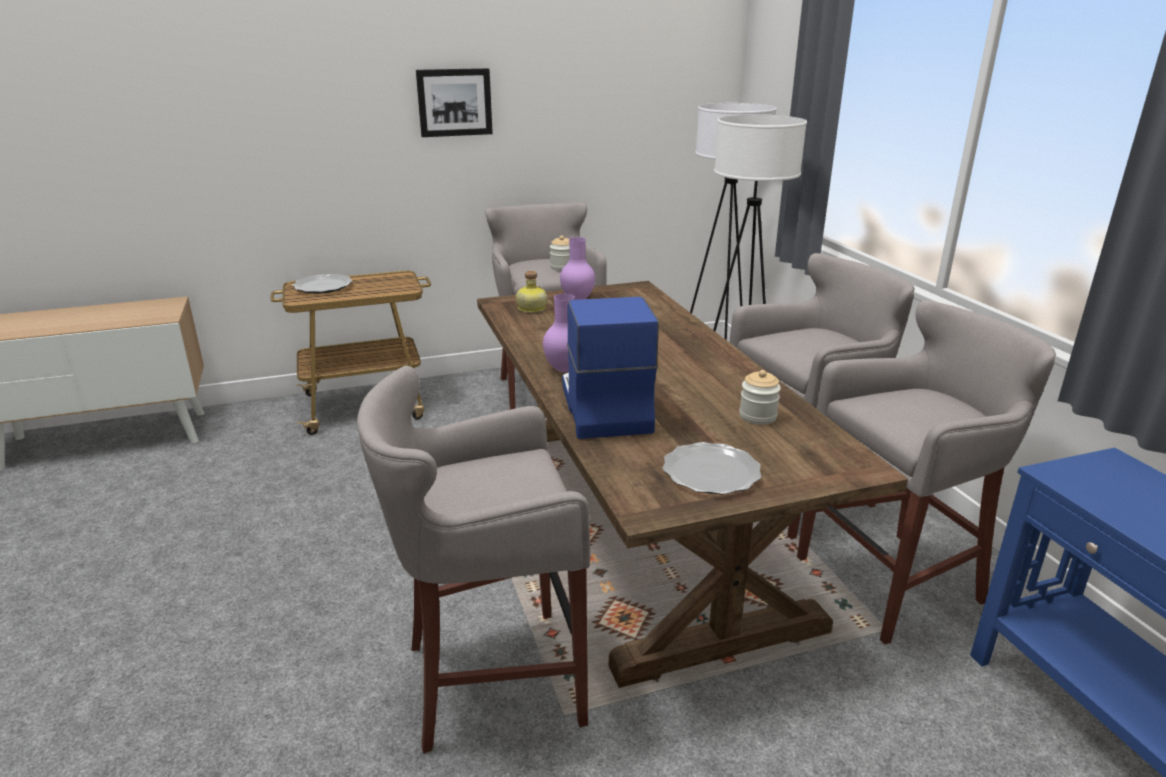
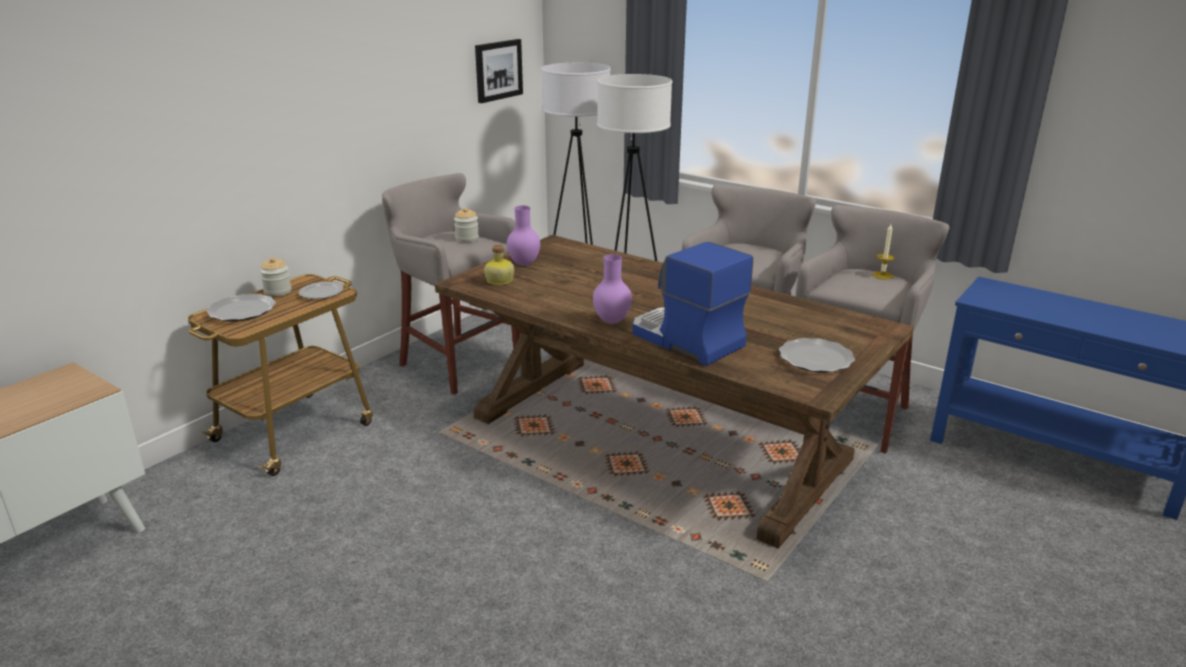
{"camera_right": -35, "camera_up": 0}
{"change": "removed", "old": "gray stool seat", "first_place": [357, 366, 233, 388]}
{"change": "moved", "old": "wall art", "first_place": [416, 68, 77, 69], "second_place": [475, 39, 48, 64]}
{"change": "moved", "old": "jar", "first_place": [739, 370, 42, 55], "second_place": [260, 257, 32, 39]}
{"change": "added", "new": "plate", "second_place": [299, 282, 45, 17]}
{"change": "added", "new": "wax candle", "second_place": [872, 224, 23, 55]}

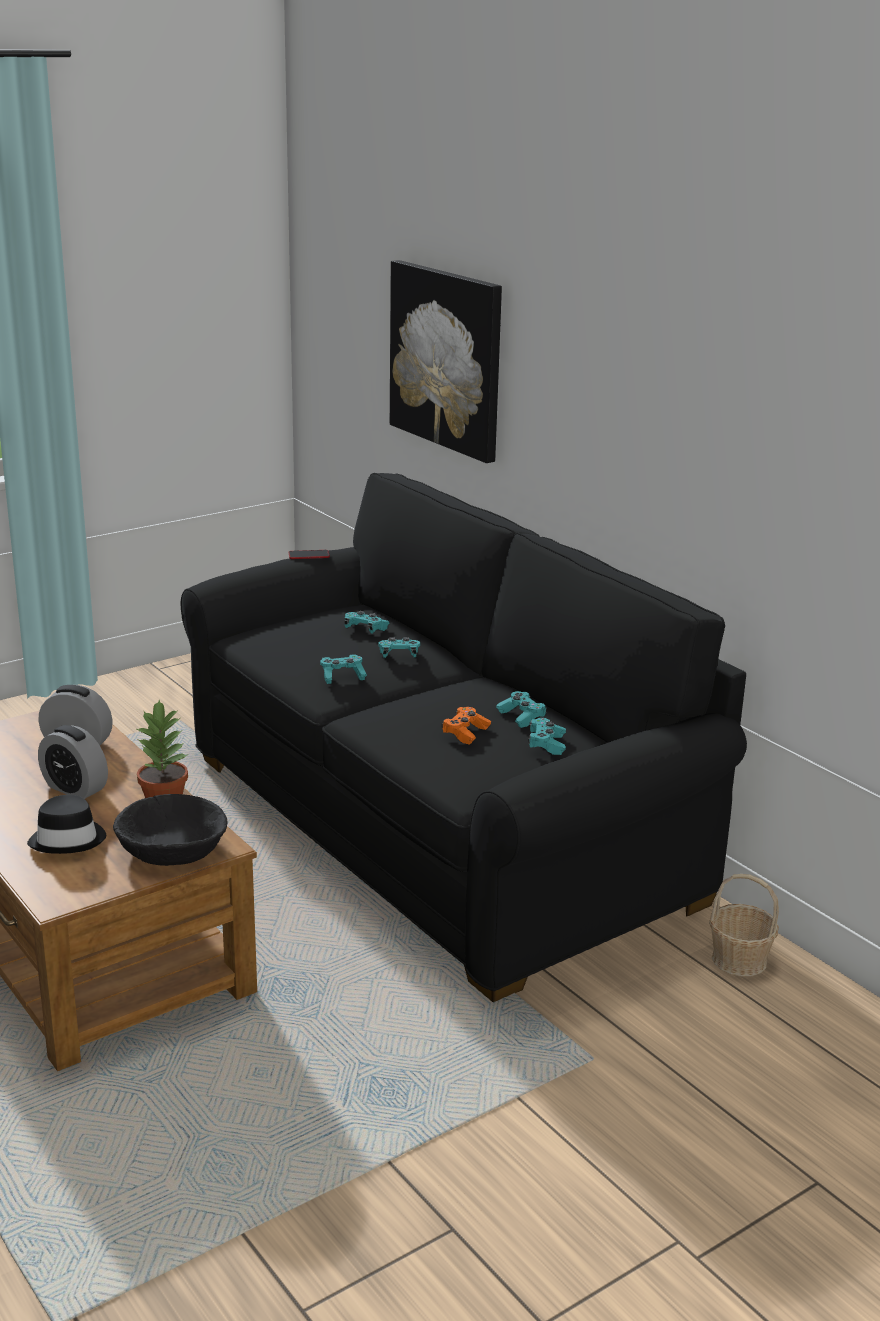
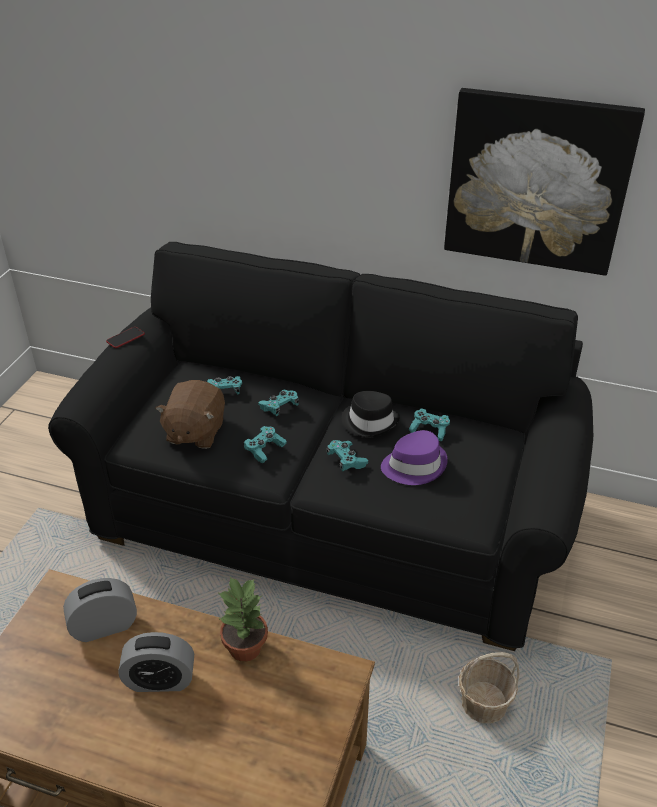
{"camera_right": -35, "camera_up": 15}
{"change": "moved", "old": "black wearable hat", "first_place": [27, 795, 79, 59], "second_place": [342, 391, 58, 46]}
{"change": "removed", "old": "black deep dish", "first_place": [113, 794, 114, 72]}
{"change": "moved", "old": "wall art", "first_place": [390, 260, 112, 203], "second_place": [444, 88, 201, 188]}
{"change": "replaced", "old": "orangey game controller", "new": "purplish wearable hat", "first_place": [442, 707, 49, 38], "second_place": [381, 430, 67, 55]}
{"change": "moved", "old": "blue-green game controller", "first_place": [528, 718, 38, 37], "second_place": [326, 440, 42, 31]}
{"change": "moved", "old": "basket", "first_place": [709, 874, 70, 102], "second_place": [459, 652, 61, 72]}
{"change": "added", "new": "brownish plush toy", "second_place": [155, 380, 70, 69]}

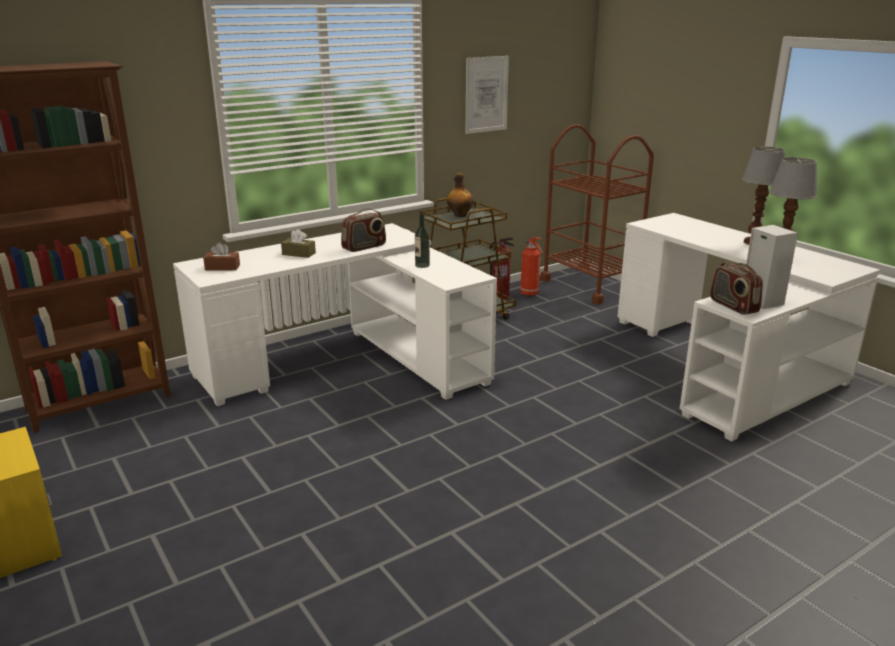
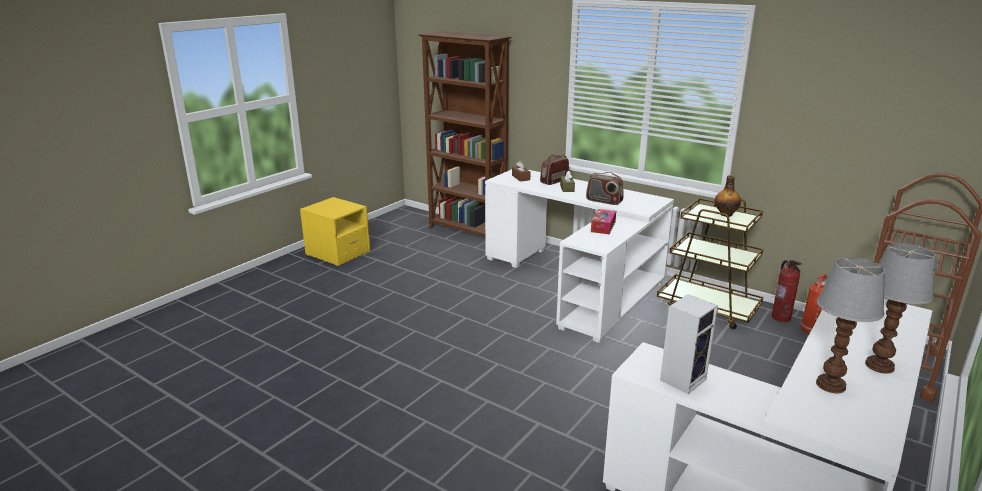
{"camera_right": 70, "camera_up": 0}
{"change": "replaced", "old": "drink bottle", "new": "box of tissues", "first_place": [415, 213, 15, 55], "second_place": [591, 209, 25, 25]}
{"change": "removed", "old": "wall art", "first_place": [465, 56, 44, 78]}
{"change": "moved", "old": "radio set", "first_place": [710, 262, 53, 53], "second_place": [540, 154, 29, 31]}

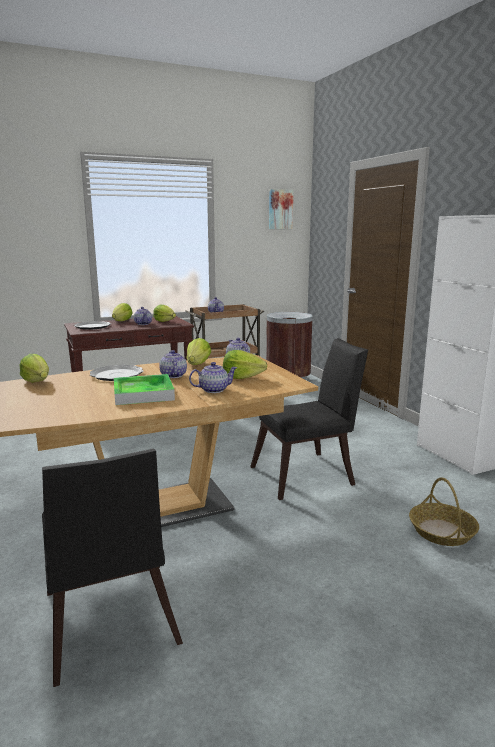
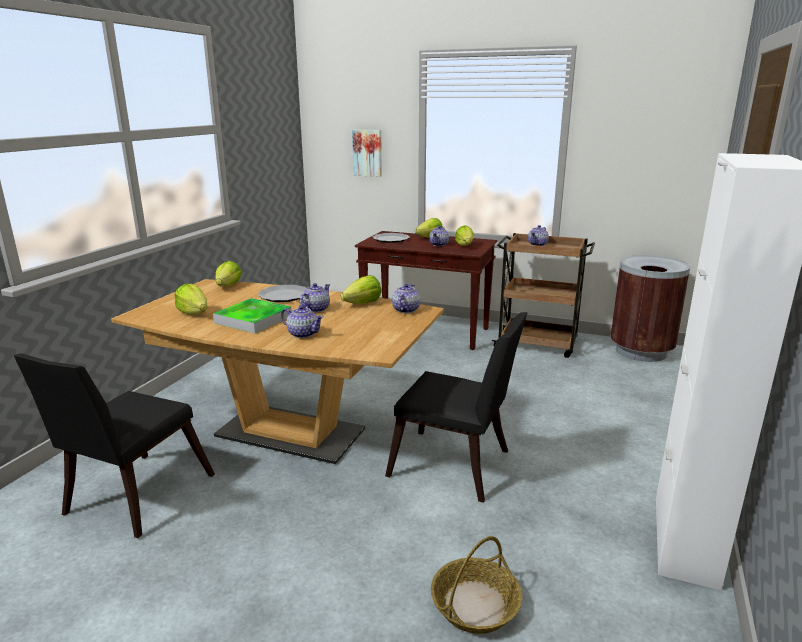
{"camera_right": 45, "camera_up": 5}
{"change": "moved", "old": "head of lettuce", "first_place": [223, 350, 44, 29], "second_place": [175, 284, 32, 31]}
{"change": "moved", "old": "wall art", "first_place": [269, 189, 24, 40], "second_place": [352, 130, 30, 47]}

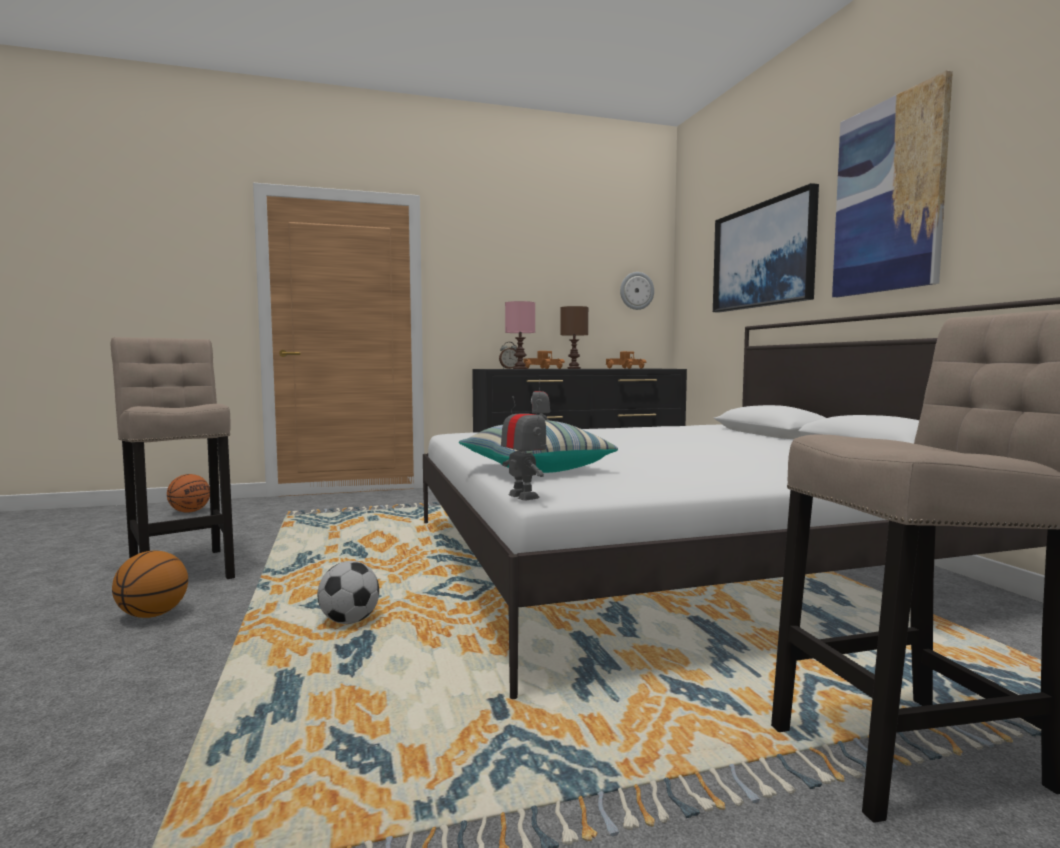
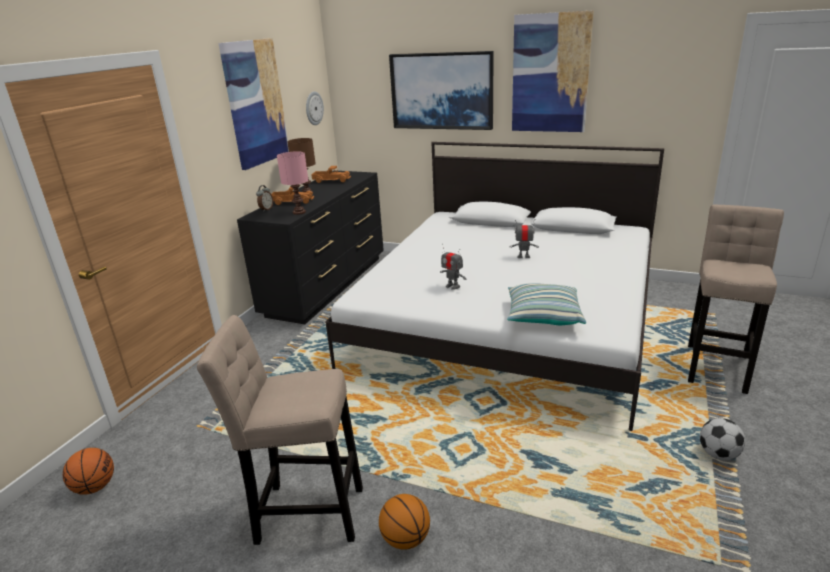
{"camera_right": -50, "camera_up": 20}
{"change": "moved", "old": "football ball", "first_place": [317, 561, 62, 63], "second_place": [700, 418, 45, 42]}
{"change": "moved", "old": "toy robot", "first_place": [501, 396, 45, 105], "second_place": [510, 219, 29, 39]}
{"change": "added", "new": "wall art", "second_place": [218, 38, 71, 132]}

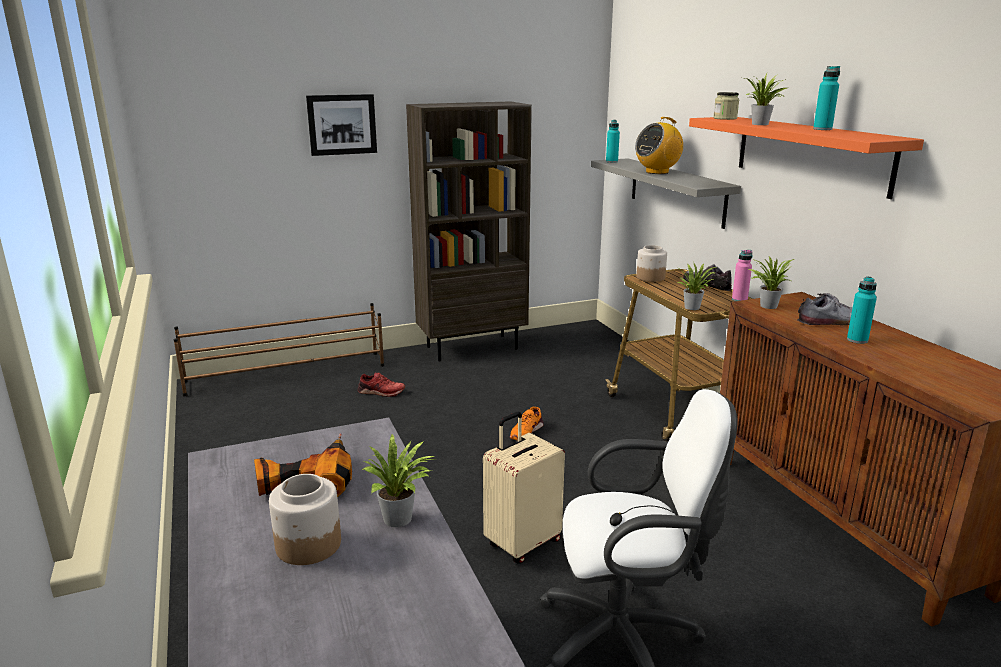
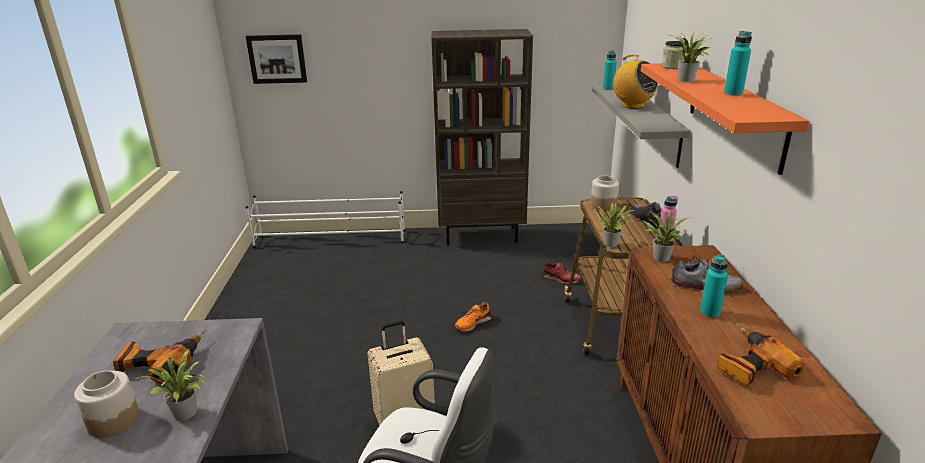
{"camera_right": 20, "camera_up": 5}
{"change": "recoloured", "old": "brownish shoe rack", "new": "white shoe rack", "first_place": [174, 303, 210, 94], "second_place": [245, 191, 160, 57]}
{"change": "moved", "old": "wall art", "first_place": [306, 94, 71, 62], "second_place": [246, 34, 61, 50]}
{"change": "moved", "old": "red shoe", "first_place": [358, 372, 47, 25], "second_place": [541, 262, 40, 23]}
{"change": "turned", "old": "radio set", "first_place": [635, 117, 48, 57], "second_place": [612, 54, 47, 55], "degrees": -120}
{"change": "added", "new": "drill", "second_place": [716, 323, 90, 63]}

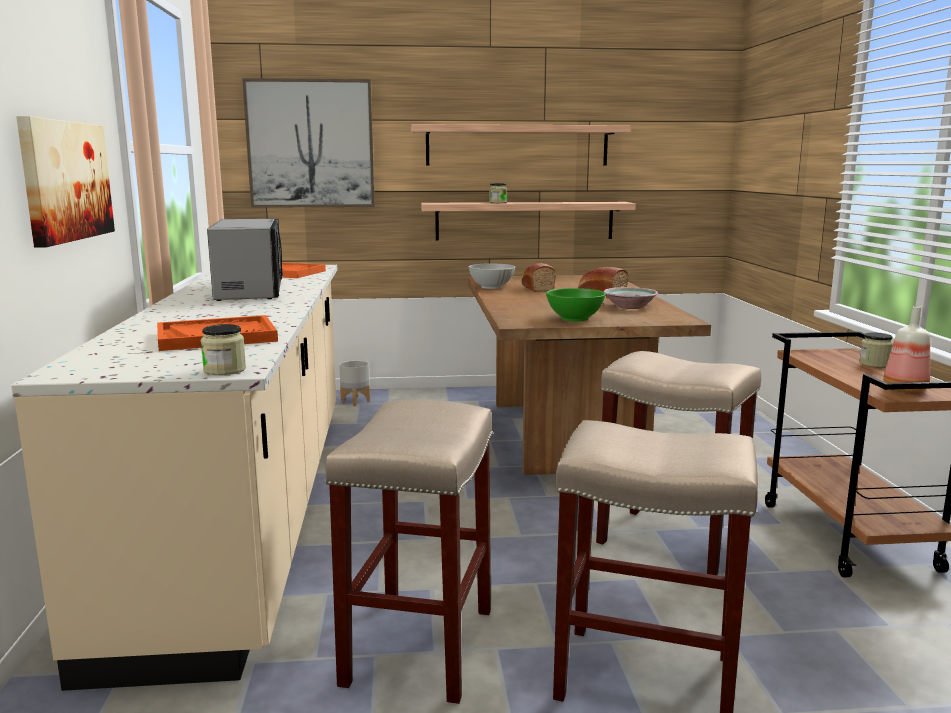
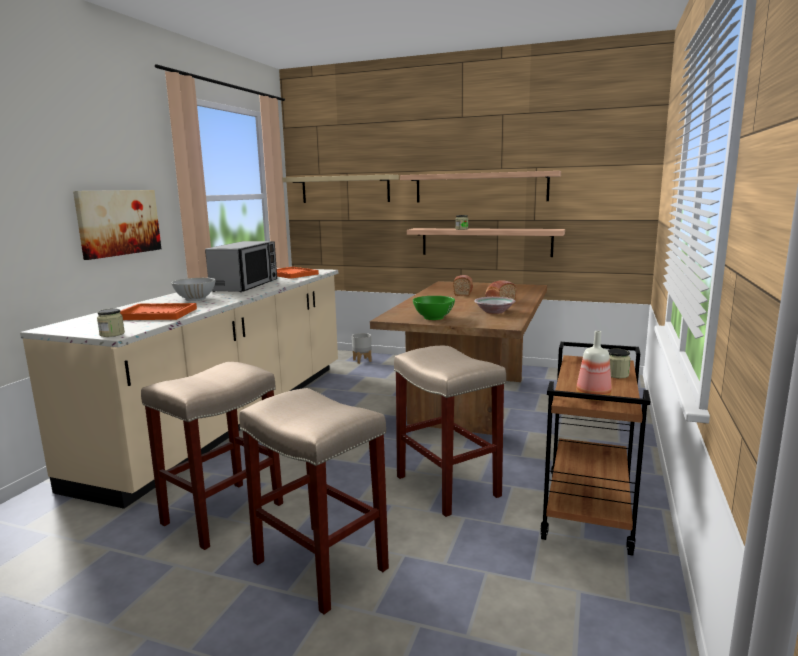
{"camera_right": 25, "camera_up": 0}
{"change": "replaced", "old": "wall art", "new": "beige-coloured shelf", "first_place": [242, 78, 133, 130], "second_place": [282, 174, 117, 29]}
{"change": "moved", "old": "white deep dish", "first_place": [468, 264, 47, 25], "second_place": [171, 278, 45, 23]}

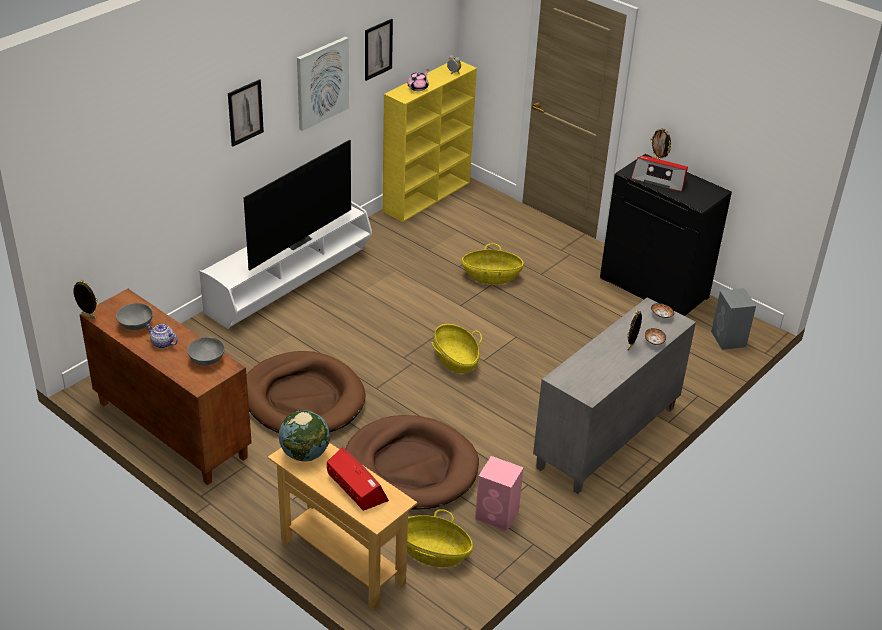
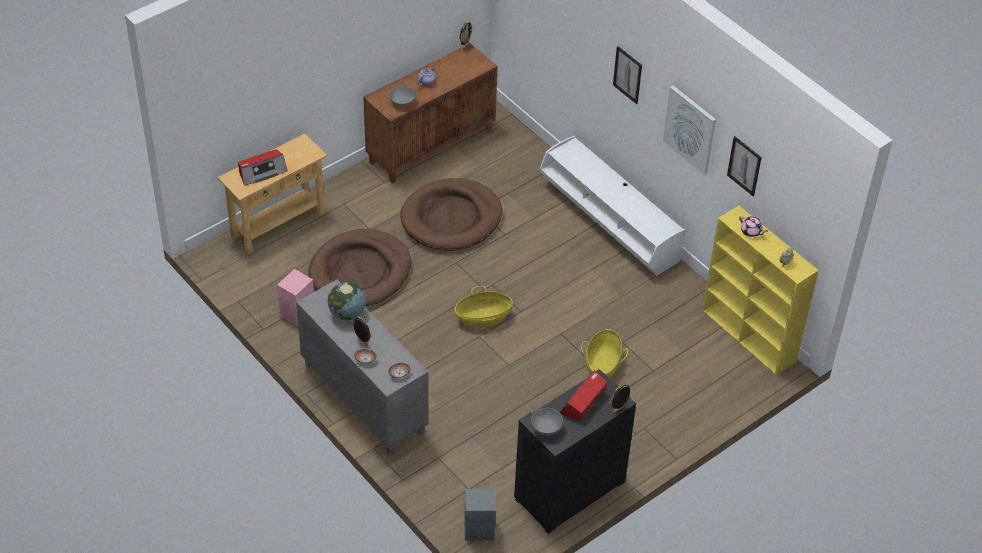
{"camera_right": 100, "camera_up": 10}
{"change": "moved", "old": "gray deep dish", "first_place": [116, 303, 37, 27], "second_place": [531, 408, 32, 28]}
{"change": "removed", "old": "TV set", "first_place": [243, 140, 108, 131]}
{"change": "moved", "old": "globe", "first_place": [279, 410, 51, 51], "second_place": [327, 282, 39, 39]}
{"change": "removed", "old": "basket", "first_place": [407, 509, 66, 58]}

